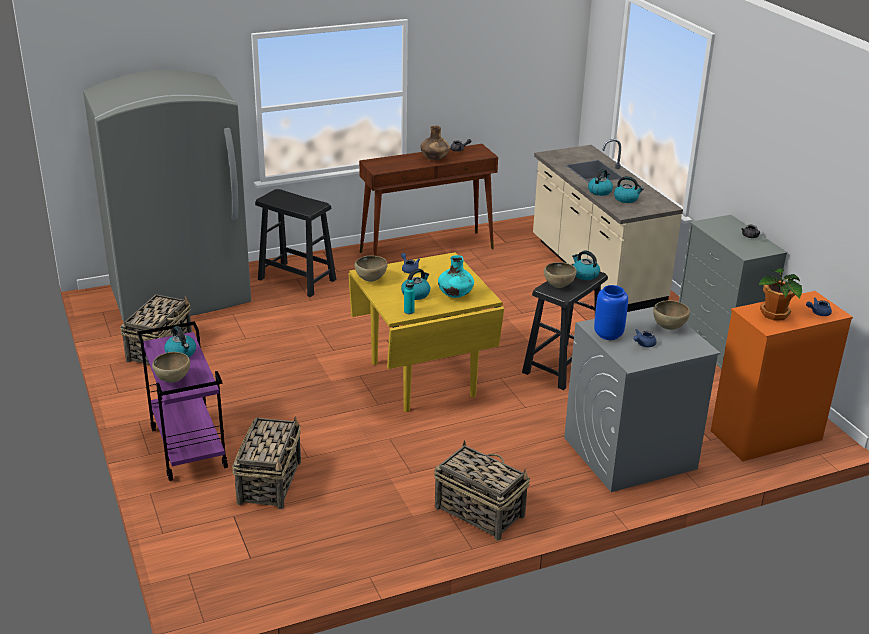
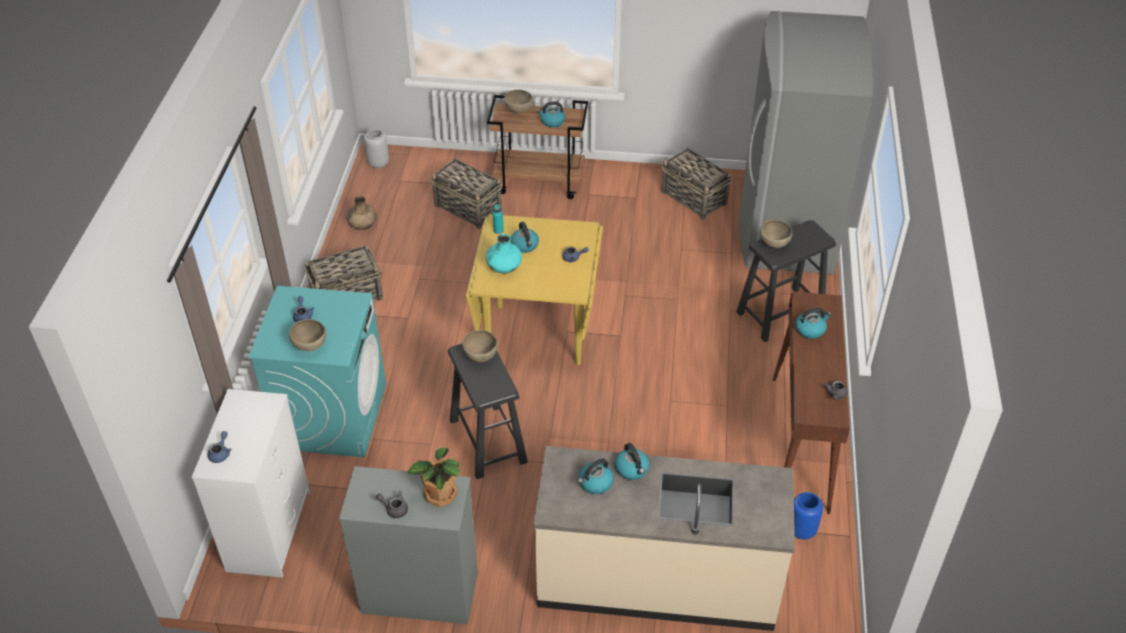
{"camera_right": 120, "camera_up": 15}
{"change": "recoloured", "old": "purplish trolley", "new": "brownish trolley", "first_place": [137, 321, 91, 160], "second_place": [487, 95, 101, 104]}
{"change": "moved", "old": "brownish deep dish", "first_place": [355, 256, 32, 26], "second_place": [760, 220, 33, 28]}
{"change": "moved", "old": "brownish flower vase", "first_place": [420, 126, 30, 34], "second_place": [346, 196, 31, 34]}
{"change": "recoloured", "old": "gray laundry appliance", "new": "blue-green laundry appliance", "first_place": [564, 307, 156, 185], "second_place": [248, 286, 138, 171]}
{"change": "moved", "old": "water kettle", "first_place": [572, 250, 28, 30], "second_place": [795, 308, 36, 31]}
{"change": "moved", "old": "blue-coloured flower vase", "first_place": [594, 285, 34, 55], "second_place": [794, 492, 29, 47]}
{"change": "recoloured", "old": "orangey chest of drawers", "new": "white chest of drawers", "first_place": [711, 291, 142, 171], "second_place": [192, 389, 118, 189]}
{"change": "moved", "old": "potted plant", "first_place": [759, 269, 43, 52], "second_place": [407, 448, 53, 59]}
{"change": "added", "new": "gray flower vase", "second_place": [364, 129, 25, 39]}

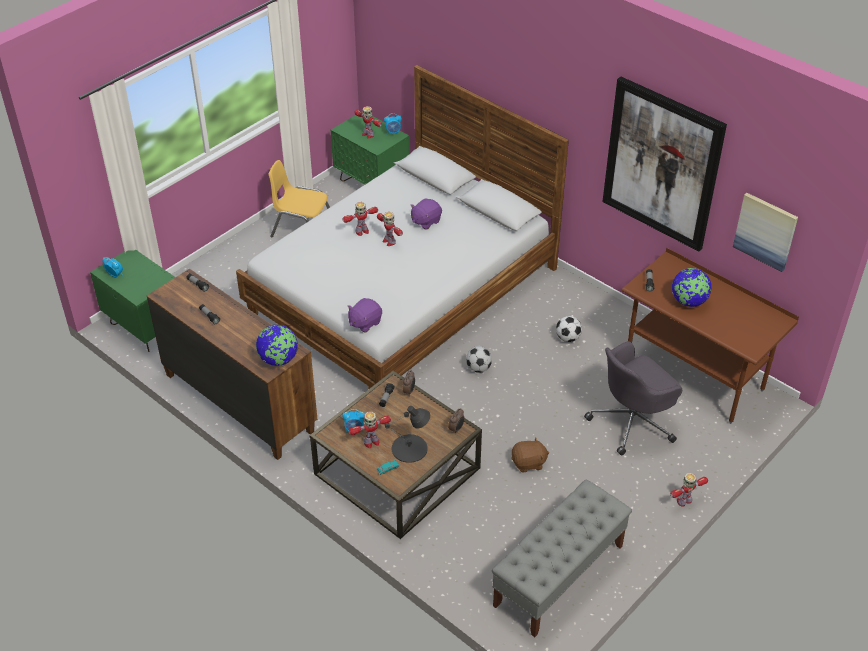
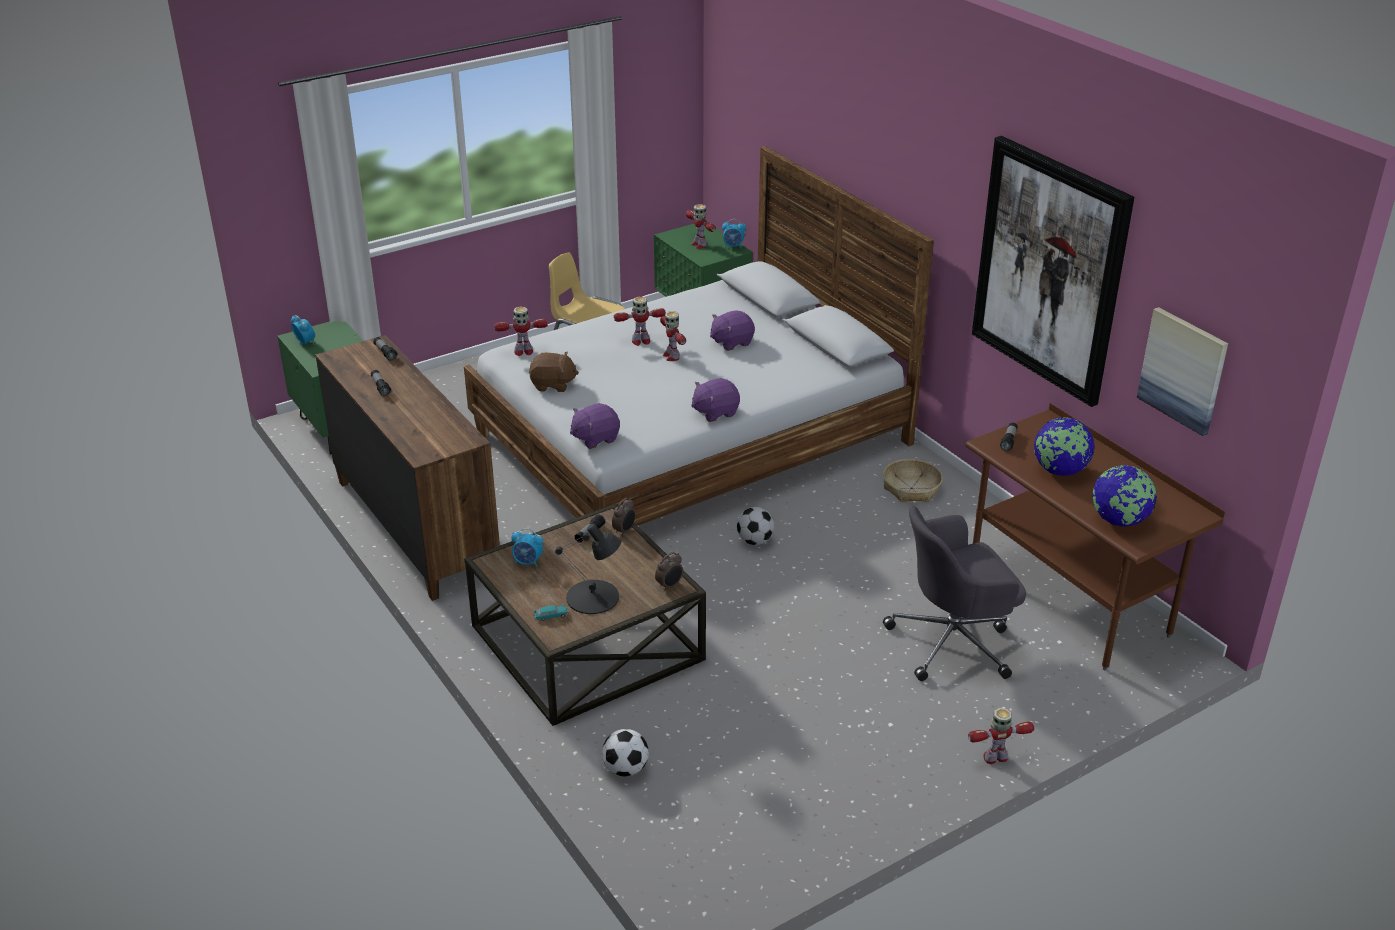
{"camera_right": 15, "camera_up": -10}
{"change": "moved", "old": "globe", "first_place": [256, 325, 42, 41], "second_place": [1092, 465, 65, 62]}
{"change": "moved", "old": "toy robot", "first_place": [349, 412, 42, 36], "second_place": [495, 306, 53, 50]}
{"change": "removed", "old": "gray long seat", "first_place": [492, 480, 140, 157]}
{"change": "moved", "old": "brownish plush toy", "first_place": [512, 438, 37, 35], "second_place": [529, 352, 50, 40]}
{"change": "moved", "old": "football ball", "first_place": [556, 316, 26, 26], "second_place": [602, 729, 47, 47]}
{"change": "added", "new": "purplish plush toy", "second_place": [691, 378, 49, 44]}
{"change": "added", "new": "basket", "second_place": [883, 459, 60, 43]}

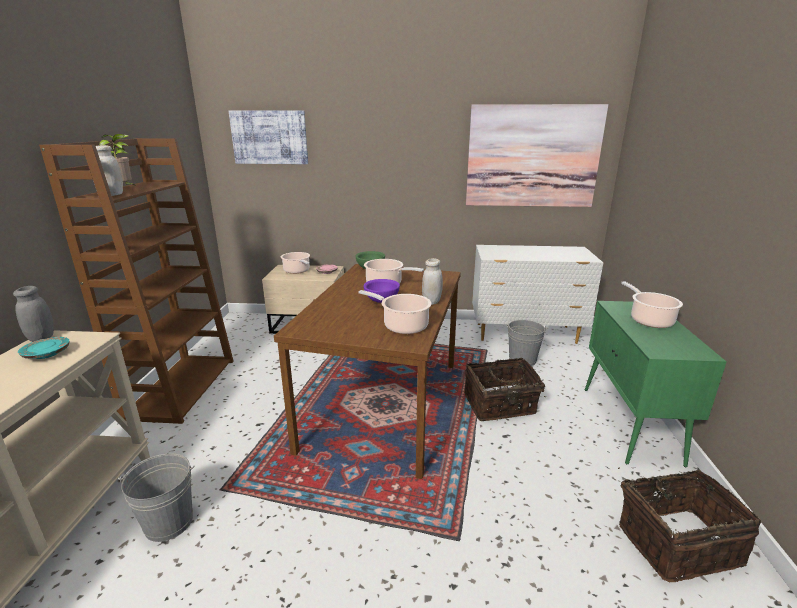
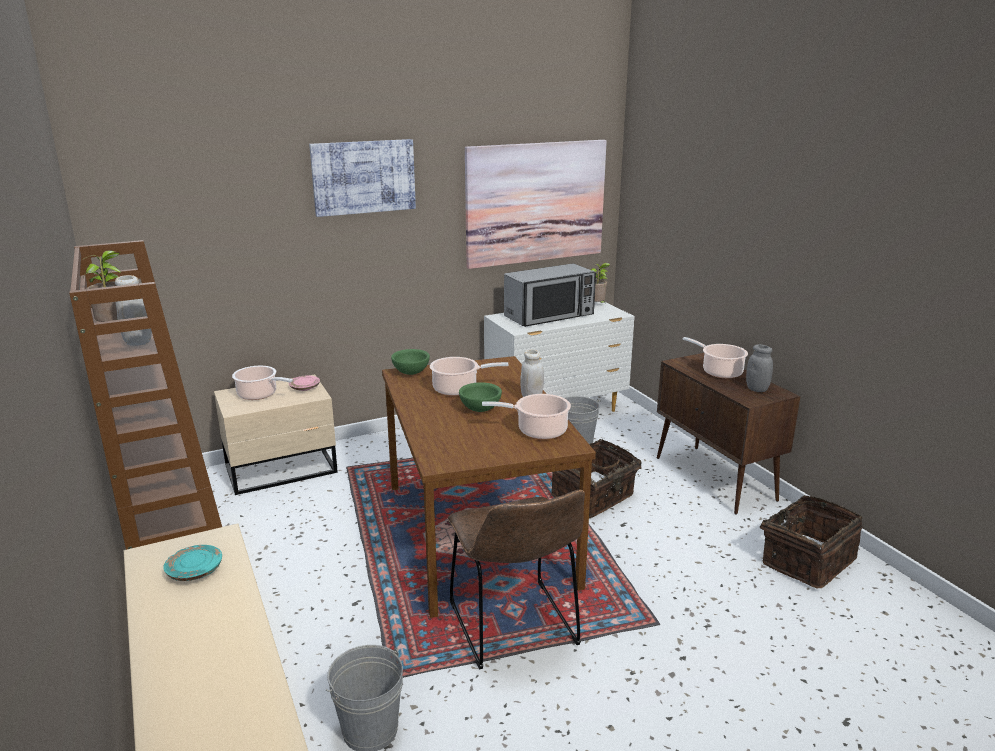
{"camera_right": -30, "camera_up": 0}
{"change": "moved", "old": "gray jar", "first_place": [13, 286, 41, 56], "second_place": [746, 344, 27, 48]}
{"change": "moved", "old": "wall art", "first_place": [229, 110, 79, 54], "second_place": [309, 139, 107, 78]}
{"change": "recoloured", "old": "purplish deep dish", "new": "green-coloured deep dish", "first_place": [363, 279, 37, 24], "second_place": [459, 382, 43, 30]}
{"change": "recoloured", "old": "green-coloured cabinet", "new": "brownish cabinet", "first_place": [585, 301, 142, 166], "second_place": [657, 353, 144, 162]}
{"change": "added", "new": "brownish upright chair", "second_place": [448, 490, 137, 180]}
{"change": "added", "new": "microwave", "second_place": [504, 263, 92, 64]}
{"change": "added", "new": "potted plant", "second_place": [591, 263, 19, 40]}

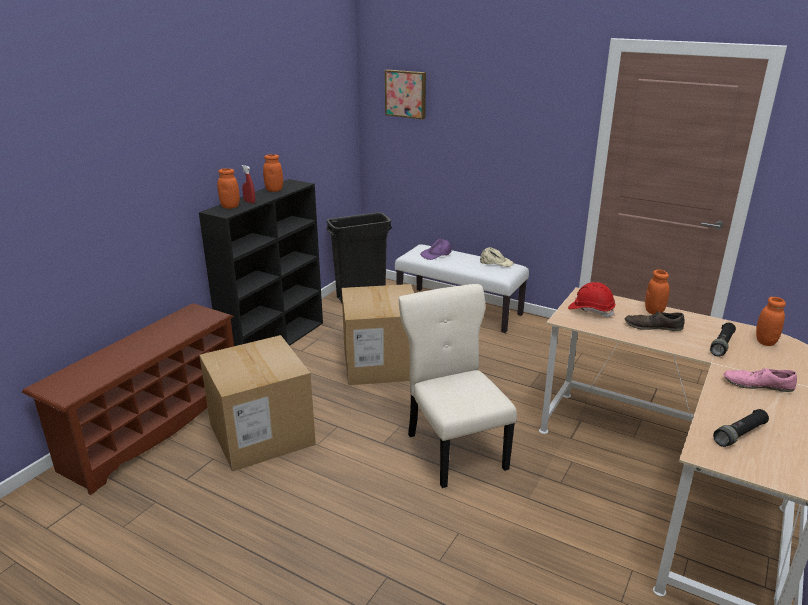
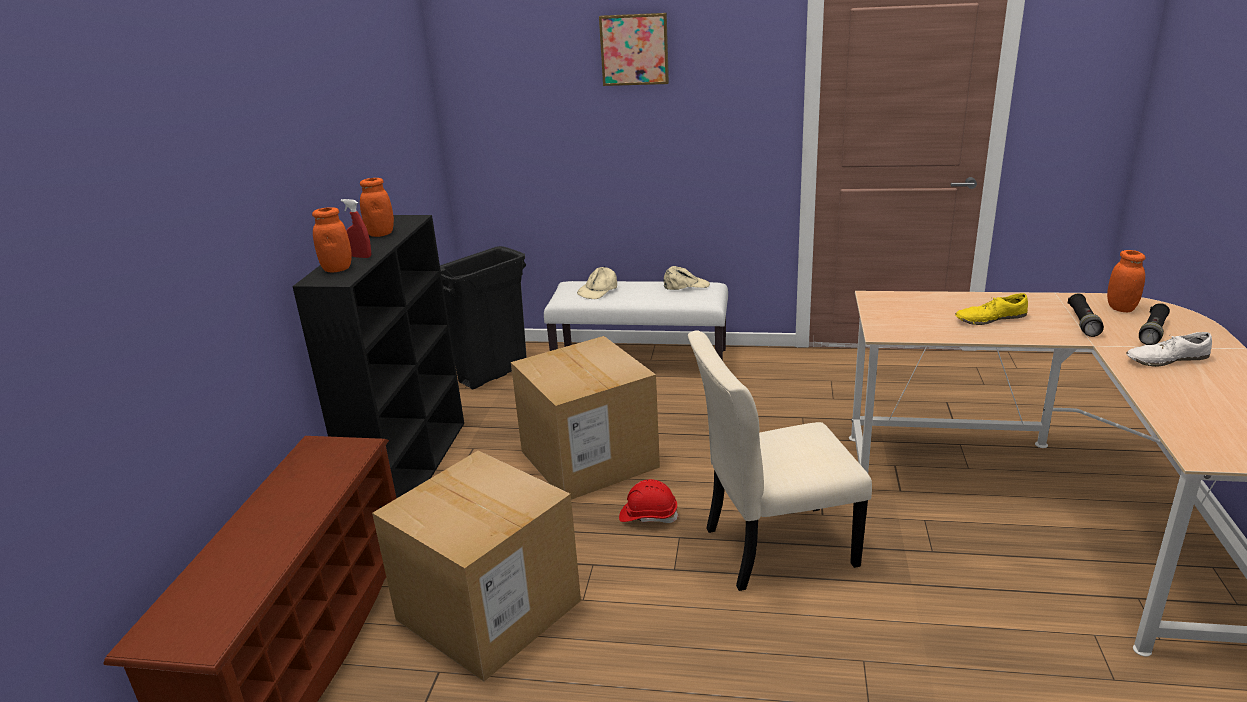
{"camera_right": -20, "camera_up": 0}
{"change": "moved", "old": "wall art", "first_place": [385, 69, 41, 50], "second_place": [599, 13, 70, 73]}
{"change": "turned", "old": "beige-coloured upright chair", "first_place": [399, 284, 118, 204], "second_place": [688, 330, 184, 261], "degrees": -60}
{"change": "recoloured", "old": "purplish baseball cap", "new": "beige-coloured baseball cap", "first_place": [420, 239, 32, 21], "second_place": [577, 267, 40, 32]}
{"change": "moved", "old": "red safety helmet", "first_place": [568, 282, 47, 35], "second_place": [619, 479, 60, 44]}
{"change": "recoloured", "old": "brownish shoe", "new": "yellow shoe", "first_place": [625, 311, 60, 20], "second_place": [955, 293, 73, 32]}
{"change": "removed", "old": "orangey jar", "first_place": [645, 269, 24, 45]}
{"change": "moved", "old": "black hand torch", "first_place": [713, 409, 56, 38], "second_place": [1139, 303, 31, 42]}
{"change": "recoloured", "old": "pinkish shoe", "new": "white shoe", "first_place": [723, 368, 74, 24], "second_place": [1126, 332, 86, 35]}

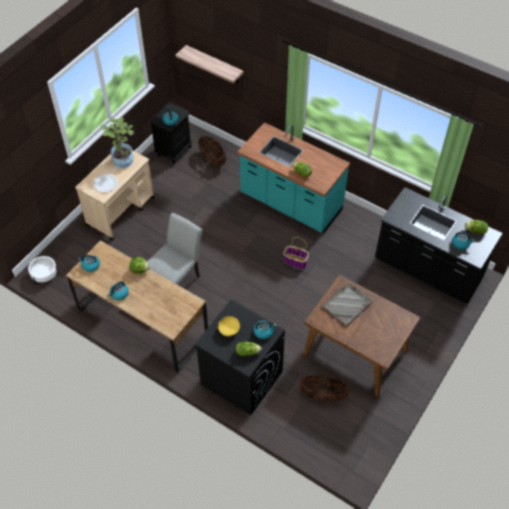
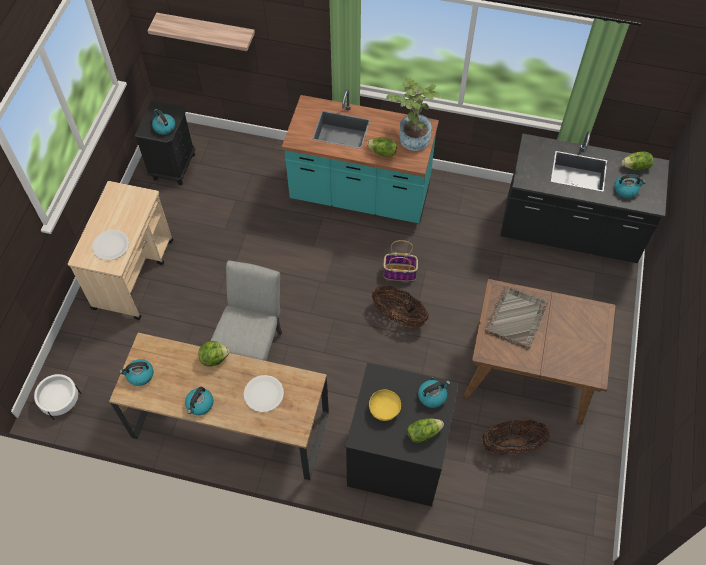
{"camera_right": -20, "camera_up": 5}
{"change": "moved", "old": "potted plant", "first_place": [101, 118, 33, 50], "second_place": [386, 78, 55, 73]}
{"change": "moved", "old": "basket", "first_place": [198, 136, 28, 30], "second_place": [372, 285, 57, 43]}
{"change": "added", "new": "white plate", "second_place": [244, 375, 40, 37]}

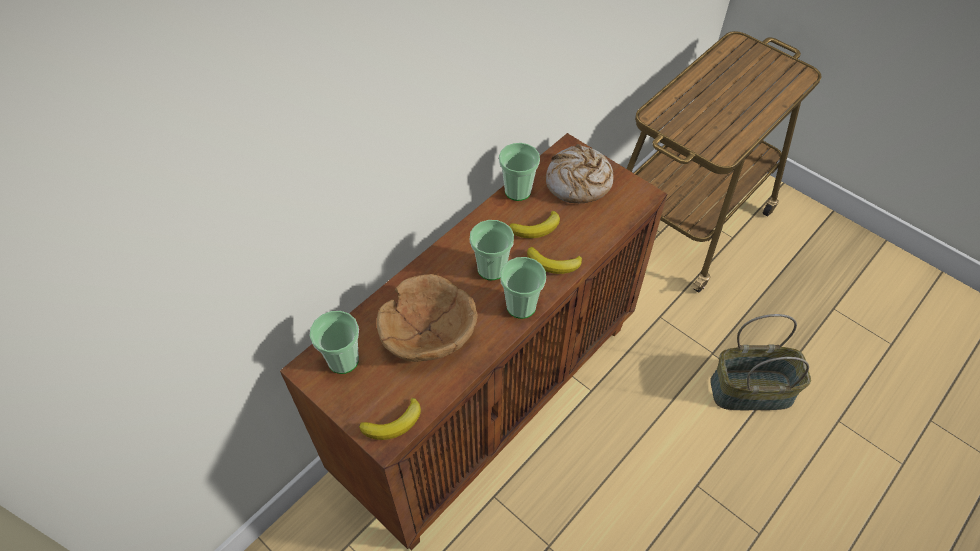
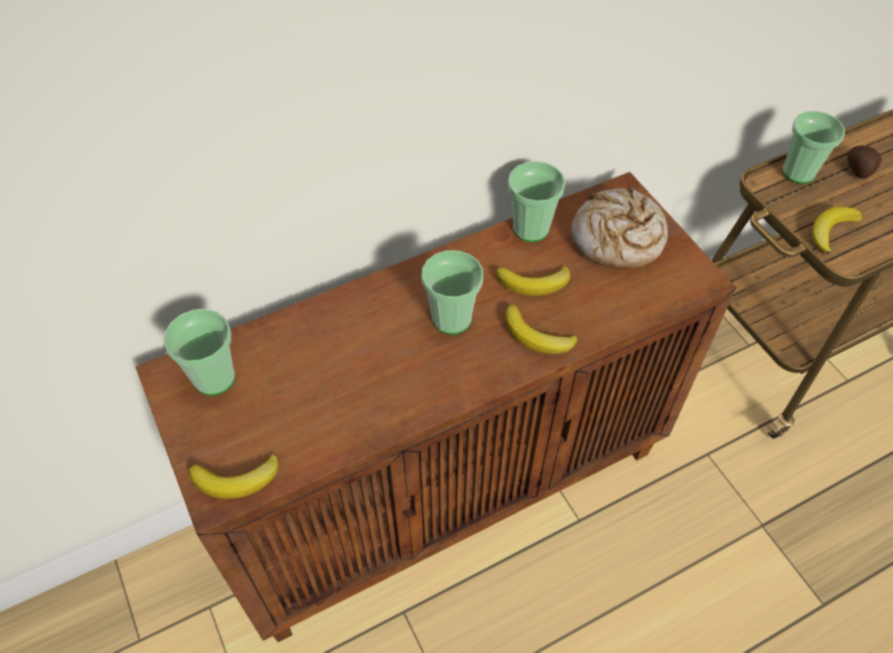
{"camera_right": 20, "camera_up": 0}
{"change": "removed", "old": "brownish deep dish", "first_place": [377, 274, 101, 88]}
{"change": "moved", "old": "drinking cup", "first_place": [500, 257, 46, 62], "second_place": [782, 111, 63, 73]}
{"change": "removed", "old": "basket", "first_place": [710, 314, 101, 96]}
{"change": "added", "new": "banana", "second_place": [812, 206, 51, 49]}
{"change": "added", "new": "potato", "second_place": [847, 146, 35, 33]}

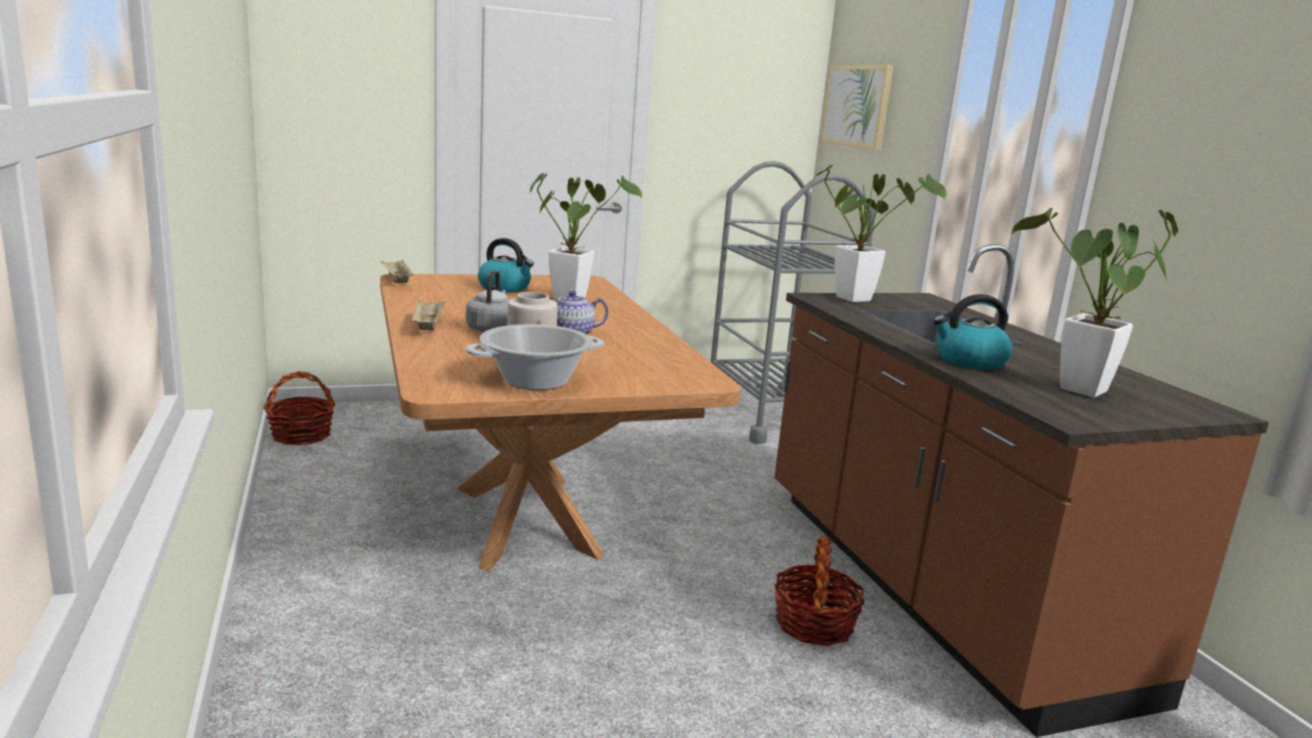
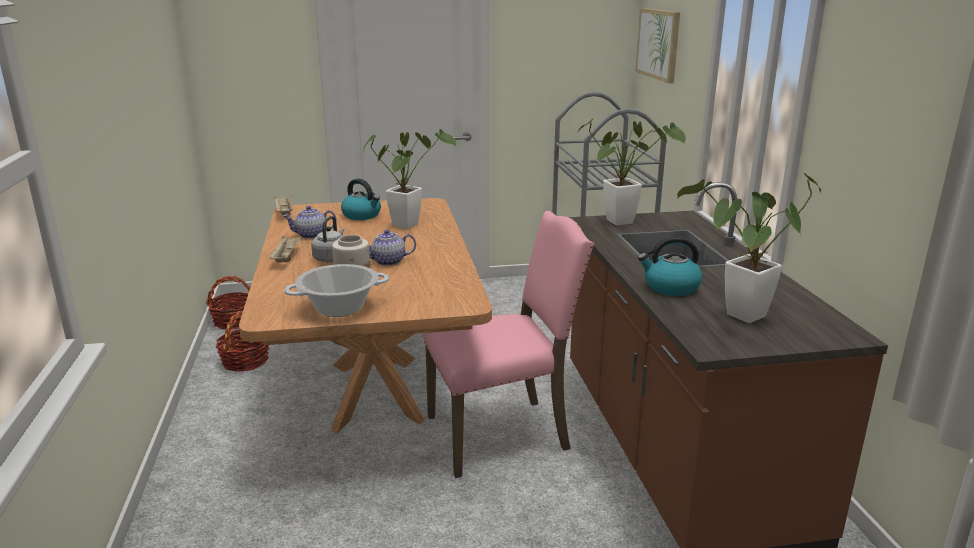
{"camera_right": 10, "camera_up": 5}
{"change": "moved", "old": "basket", "first_place": [774, 536, 91, 110], "second_place": [216, 311, 53, 61]}
{"change": "added", "new": "tea pot", "second_place": [283, 206, 54, 33]}
{"change": "added", "new": "pinkish upright chair", "second_place": [423, 211, 171, 267]}

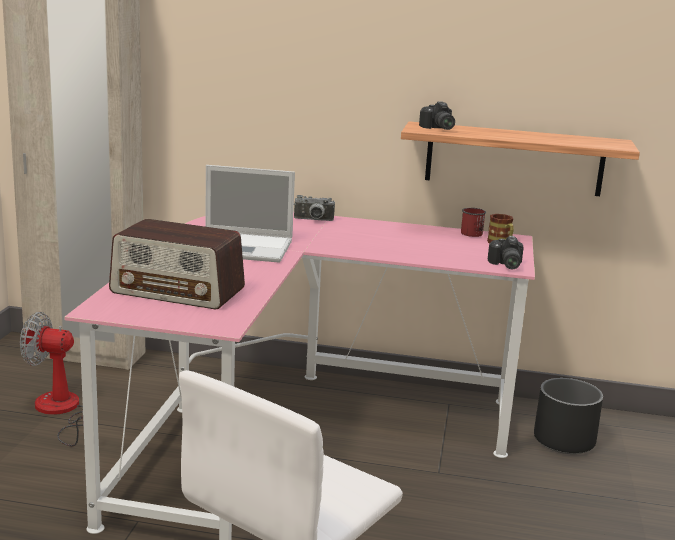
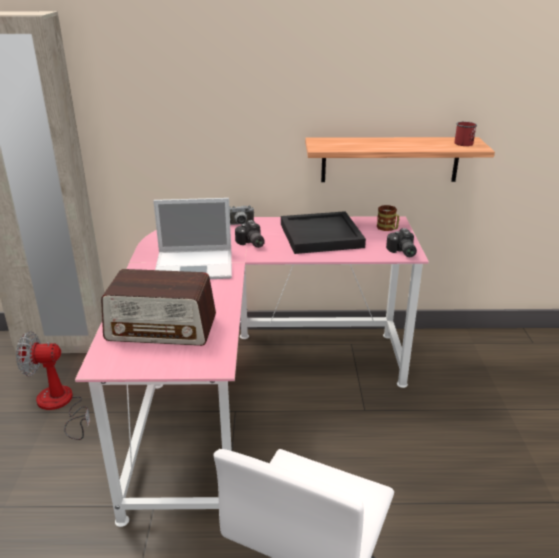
{"camera_right": -10, "camera_up": 10}
{"change": "moved", "old": "photo camera", "first_place": [419, 101, 36, 29], "second_place": [235, 220, 30, 28]}
{"change": "moved", "old": "red mug", "first_place": [461, 208, 25, 29], "second_place": [454, 121, 23, 25]}
{"change": "removed", "old": "black planter", "first_place": [534, 378, 69, 76]}
{"change": "added", "new": "black tray", "second_place": [281, 211, 85, 43]}

